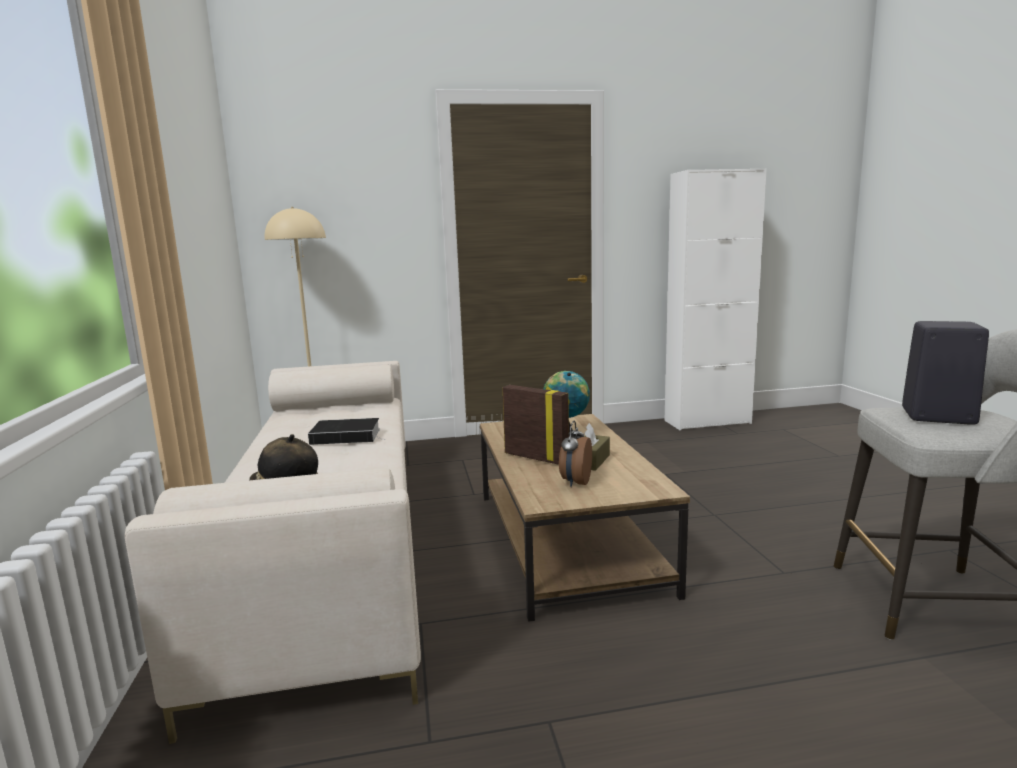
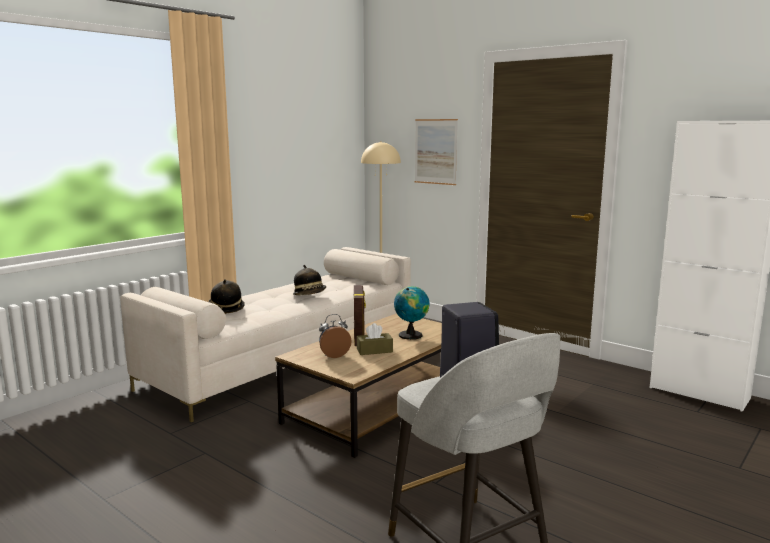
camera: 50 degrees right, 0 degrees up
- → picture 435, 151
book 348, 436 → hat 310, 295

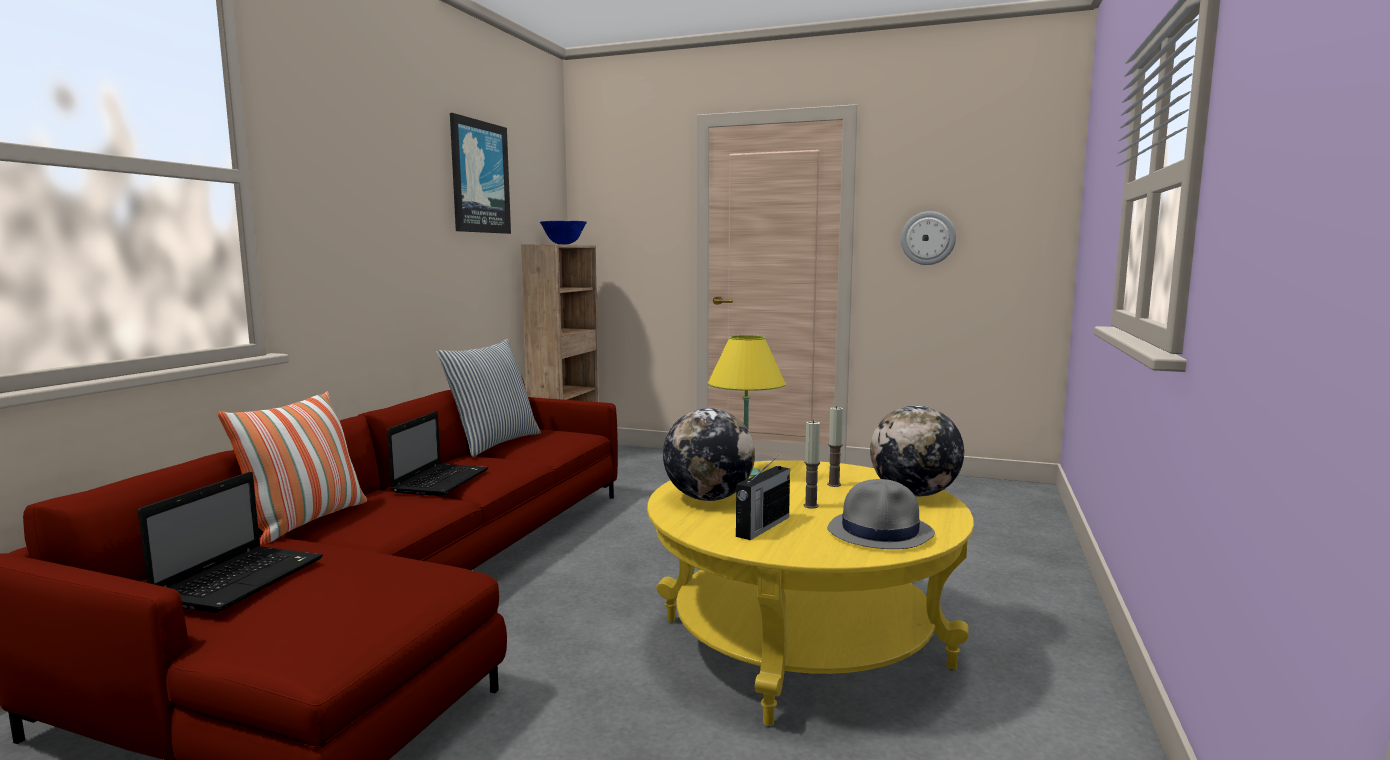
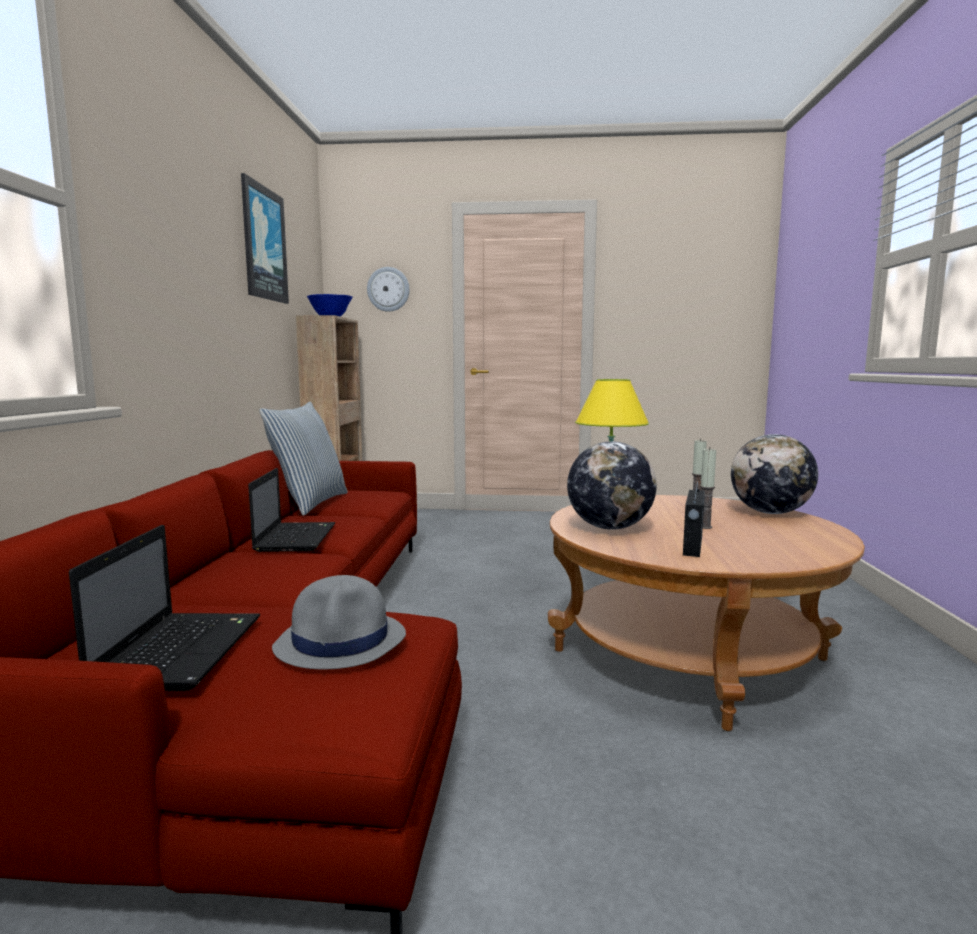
camera: 15 degrees left, 0 degrees up
pillow 306, 521 → -
hat (grey) 881, 532 → hat (grey) 342, 641, move
wall clock 928, 238 → wall clock 388, 289, move
coffee table (yellow) 801, 643 → coffee table (brown) 687, 655

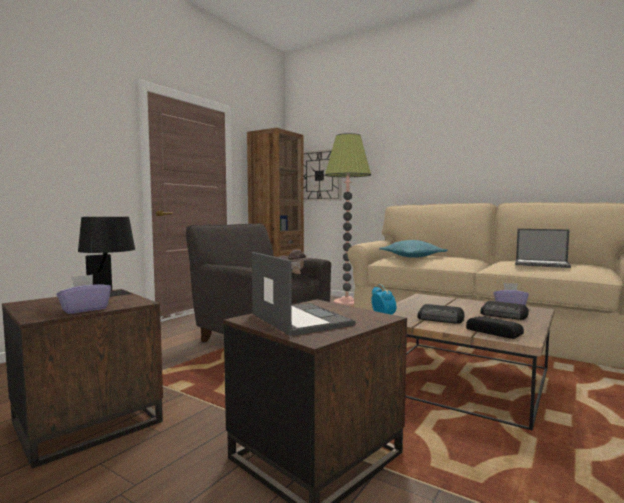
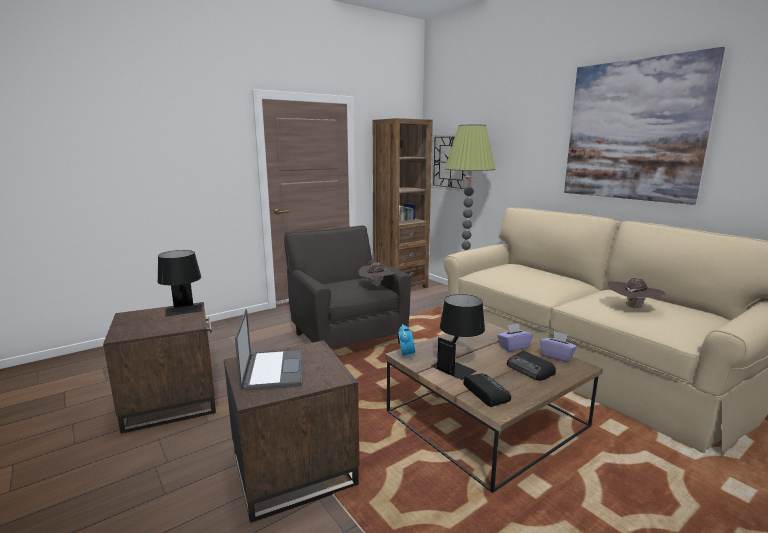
camera: 20 degrees right, 10 degrees up
pillow (turquoise) 412, 257 → -
- → picture 633, 131
tissue box (purple) 84, 309 → tissue box (purple) 513, 347, move
radio 441, 319 → table lamp (black) 458, 365
laptop 542, 264 → hat (brown) 632, 308

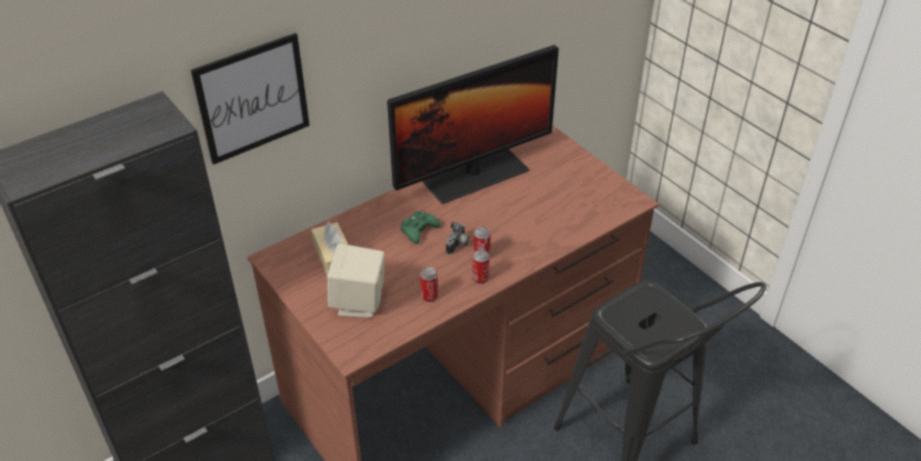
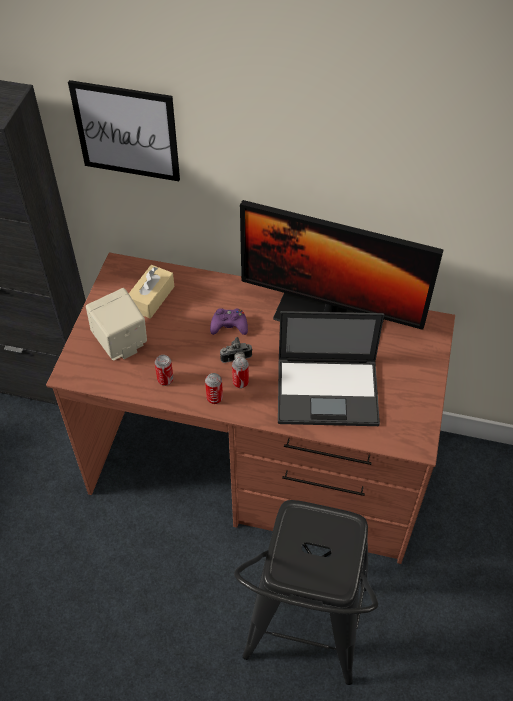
camera: 50 degrees right, 10 degrees up
- → laptop 329, 391
game controller (green) 419, 230 → game controller (purple) 229, 325

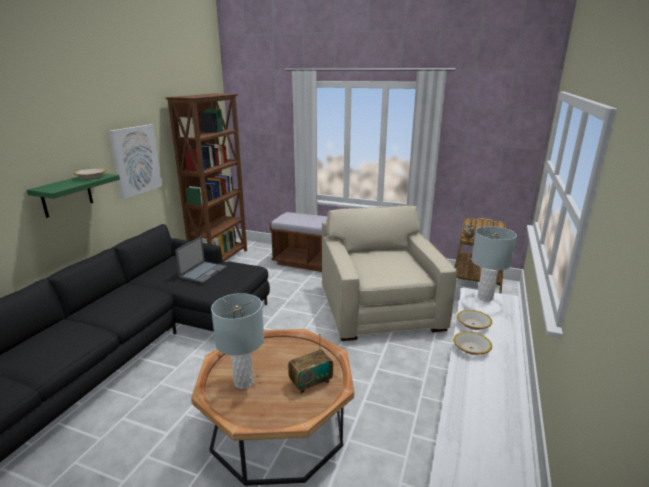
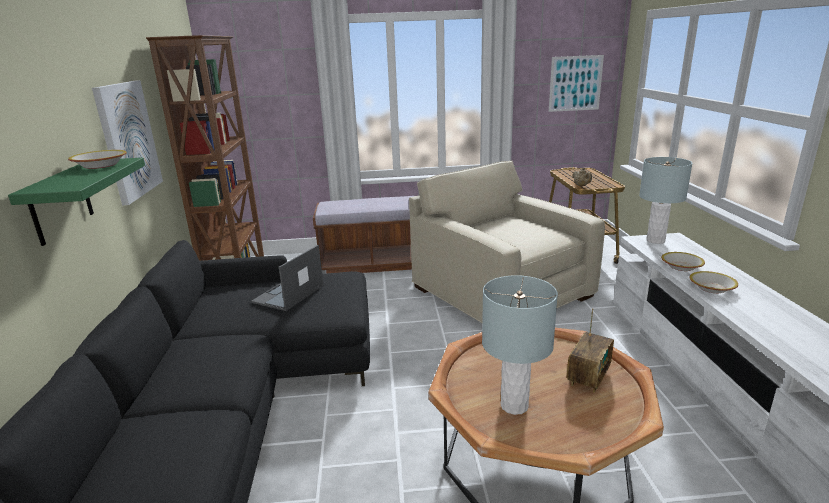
camera: 25 degrees left, 0 degrees up
- → picture 575, 83
laptop 203, 272 → laptop 288, 294, 150 degrees counterclockwise

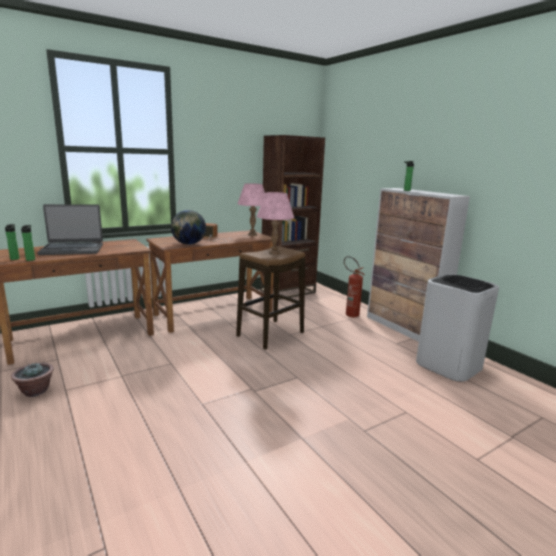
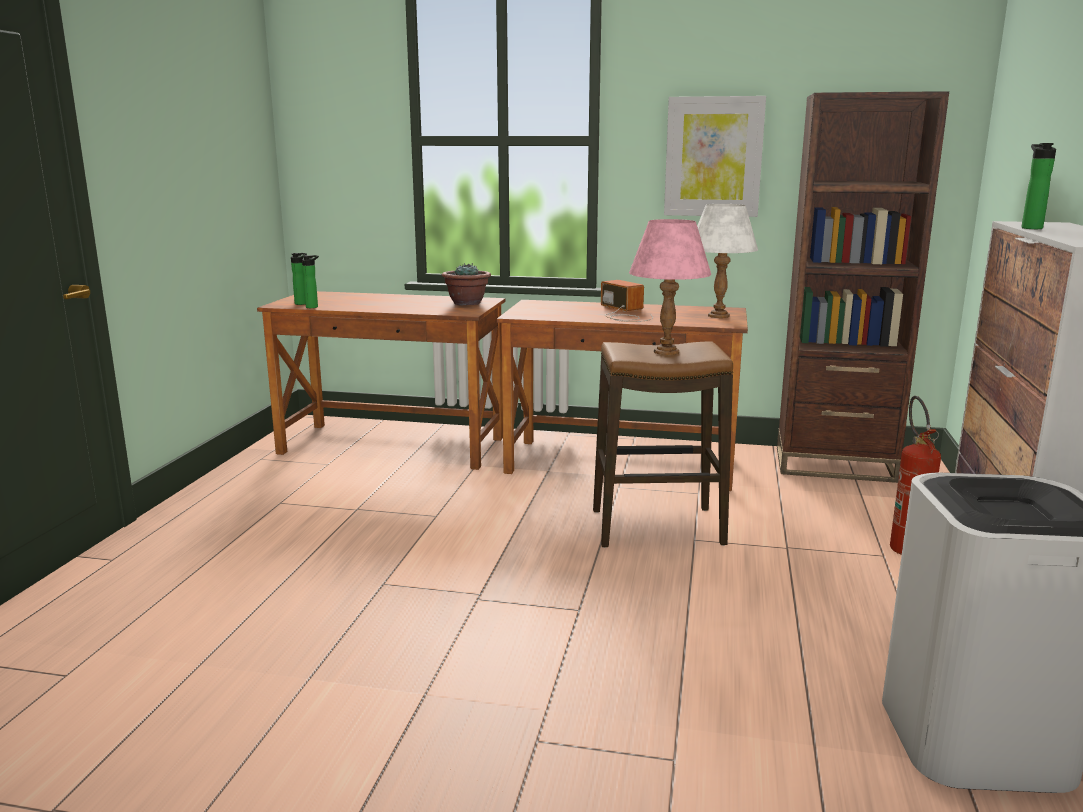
camera: 45 degrees right, 0 degrees up
laptop 72, 249 → -
globe 189, 244 → -
- → picture 713, 157
potted plant 35, 391 → potted plant 466, 303, move
table lamp (pink) 252, 234 → table lamp (white) 719, 315

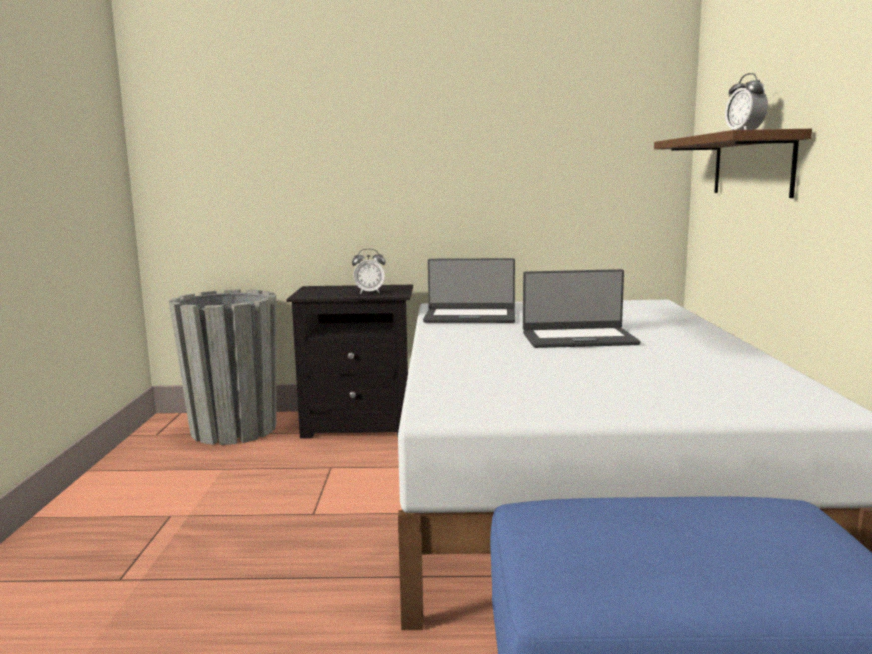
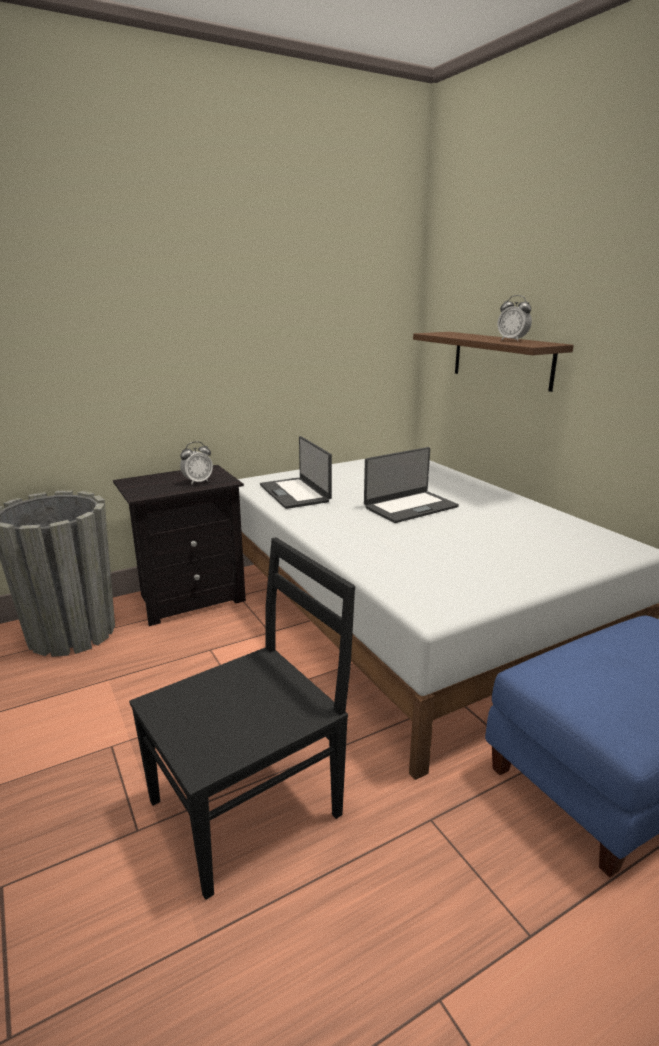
camera: 30 degrees left, 10 degrees up
- → chair (black) 250, 806
laptop 470, 317 → laptop 295, 493, 90 degrees clockwise

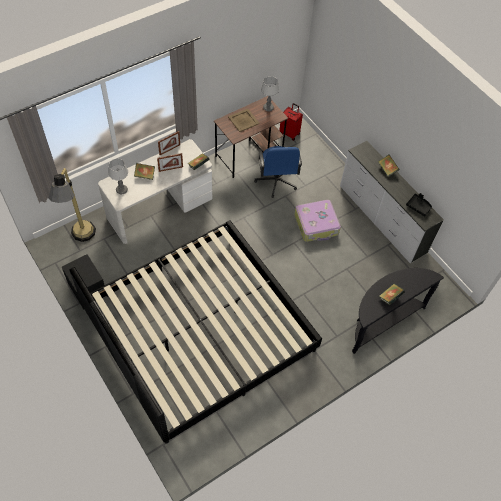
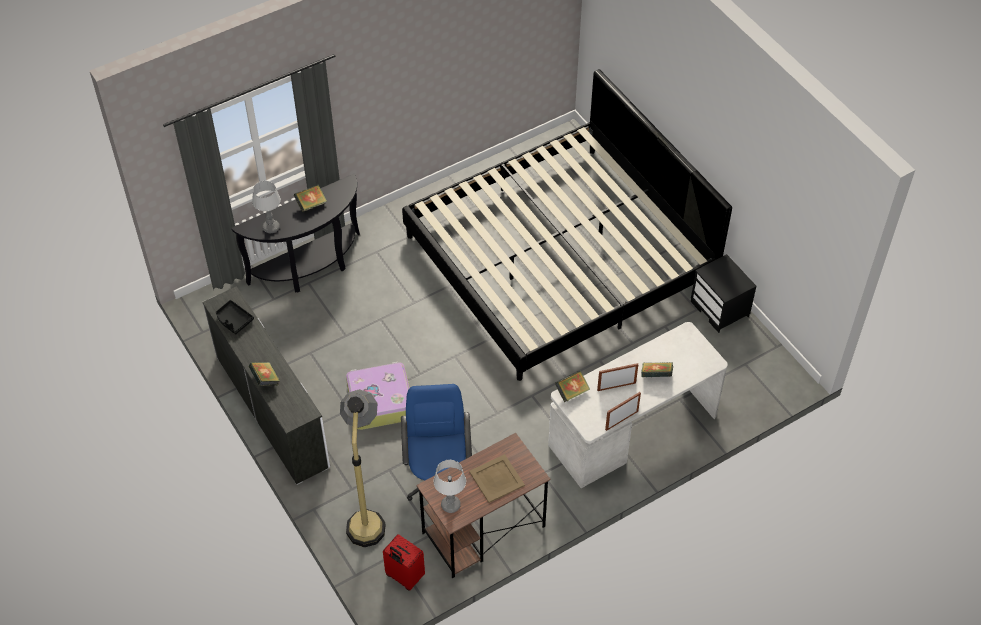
camera: 175 degrees left, 5 degrees down
floor lamp 82, 241 → floor lamp 367, 513, move
table lamp 121, 190 → table lamp 271, 228, move

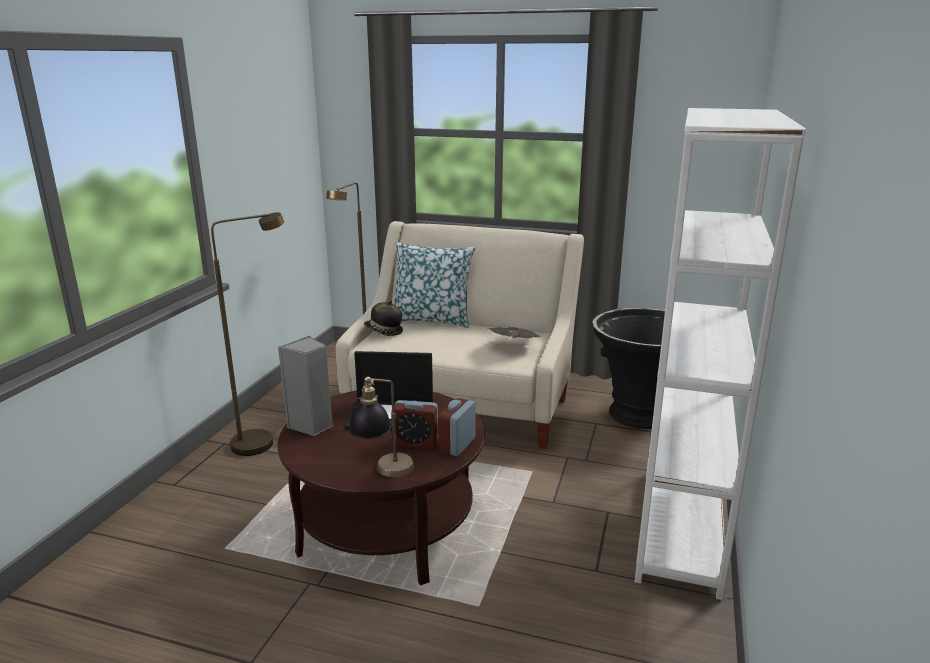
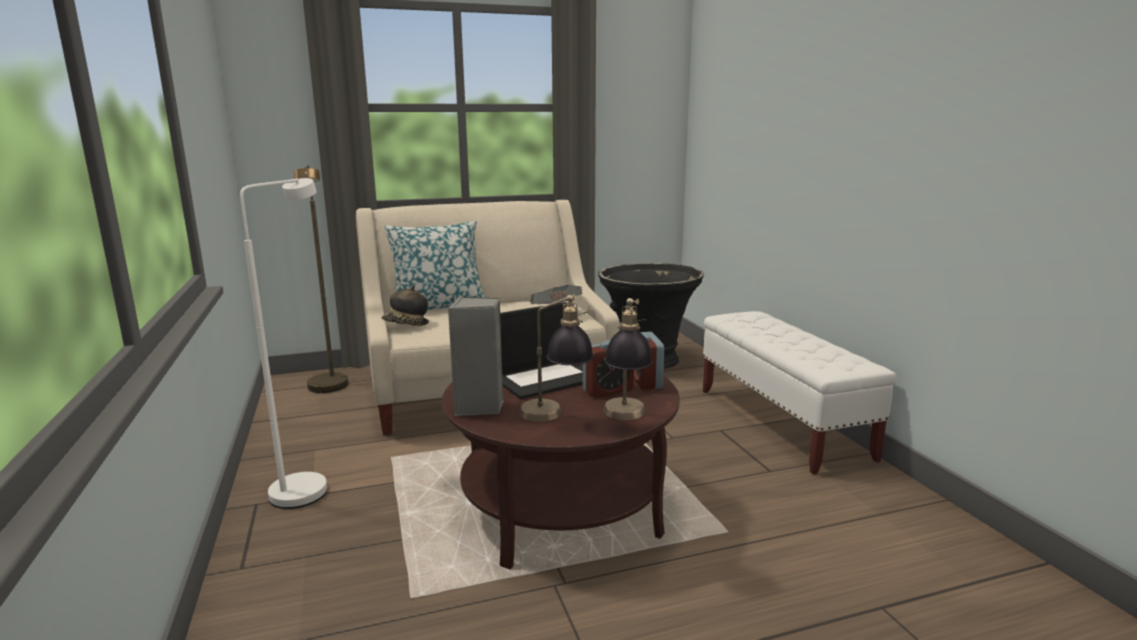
camera: 35 degrees left, 5 degrees down
- → table lamp 555, 417
bookcase (white) 680, 529 → bench (white) 781, 423
floor lamp (brown) 263, 440 → floor lamp (white) 307, 485

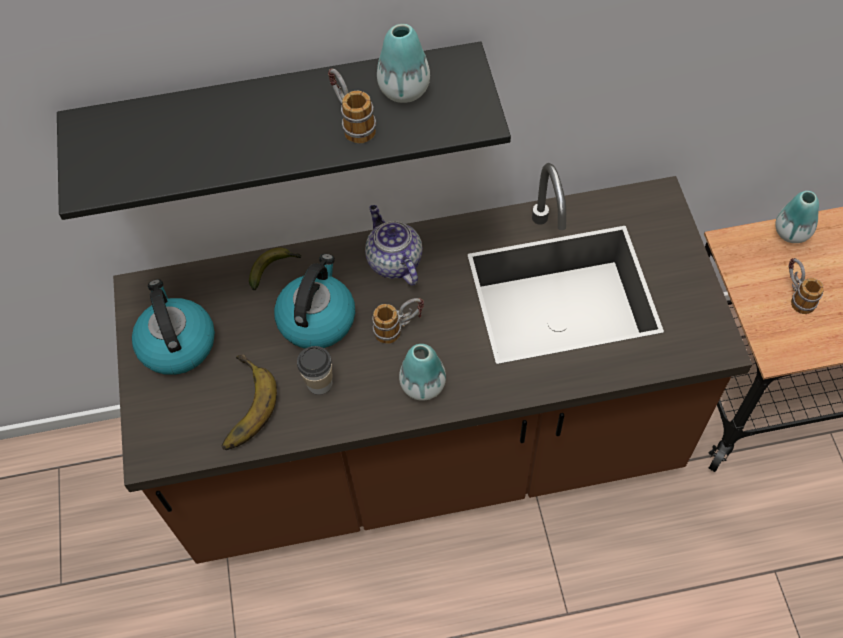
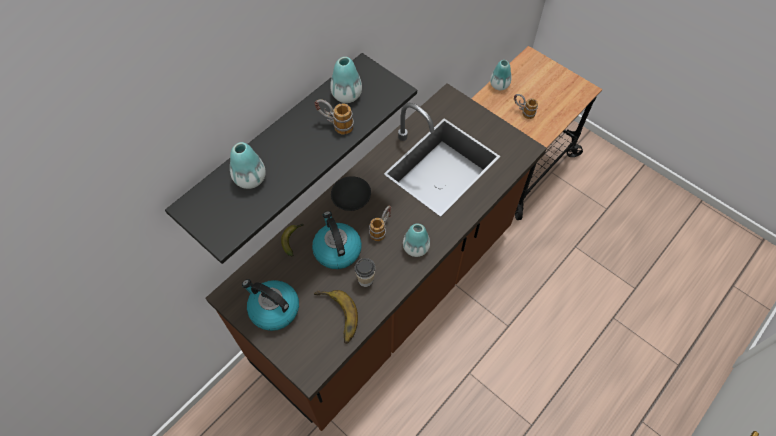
camera: 40 degrees left, 0 degrees up
- → vase 250, 179
teapot 393, 261 → bowl (black) 350, 198

